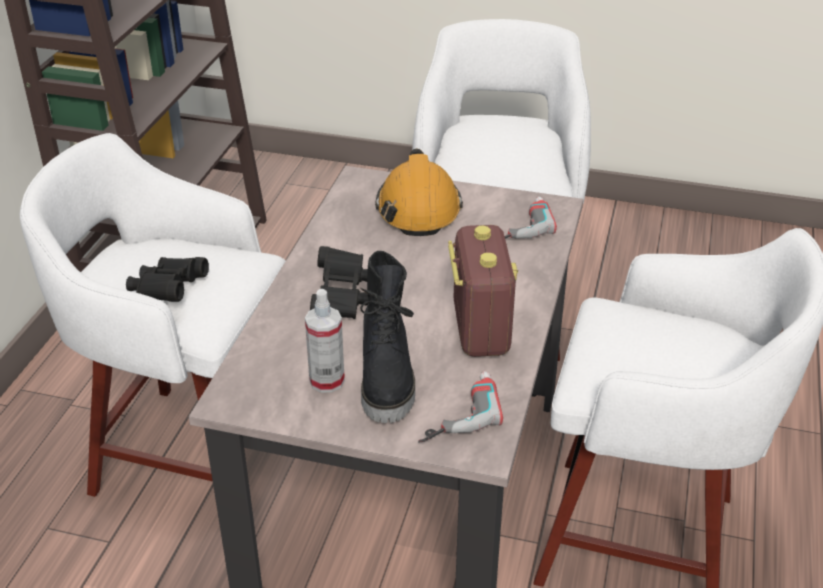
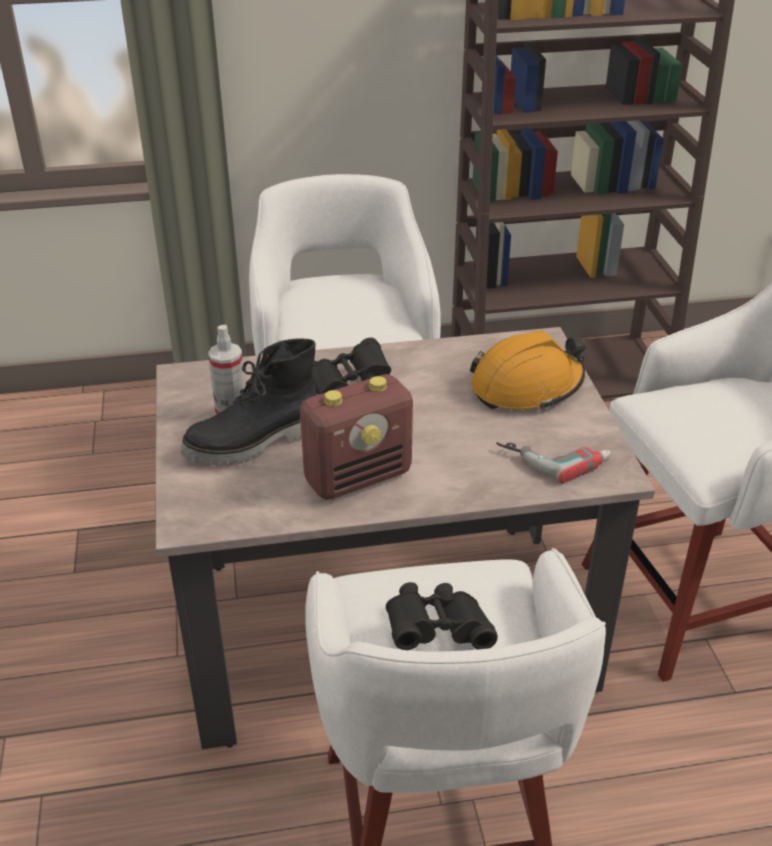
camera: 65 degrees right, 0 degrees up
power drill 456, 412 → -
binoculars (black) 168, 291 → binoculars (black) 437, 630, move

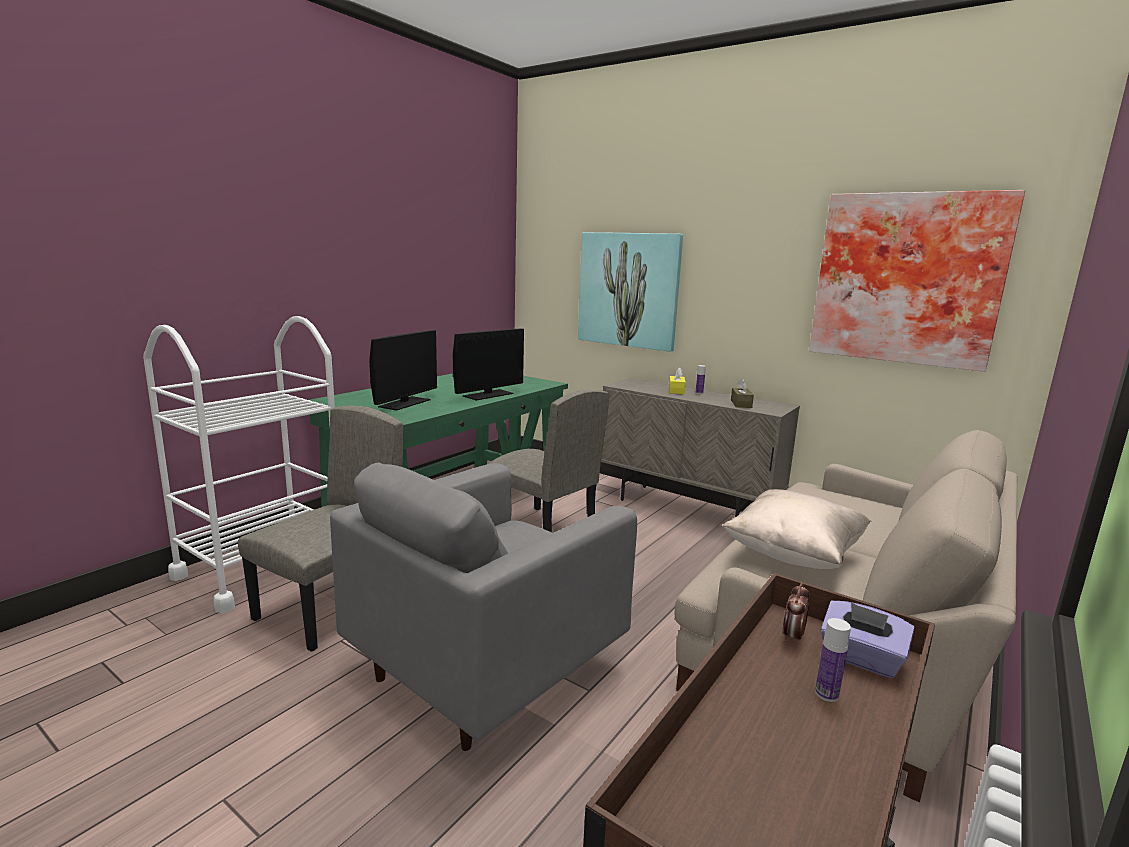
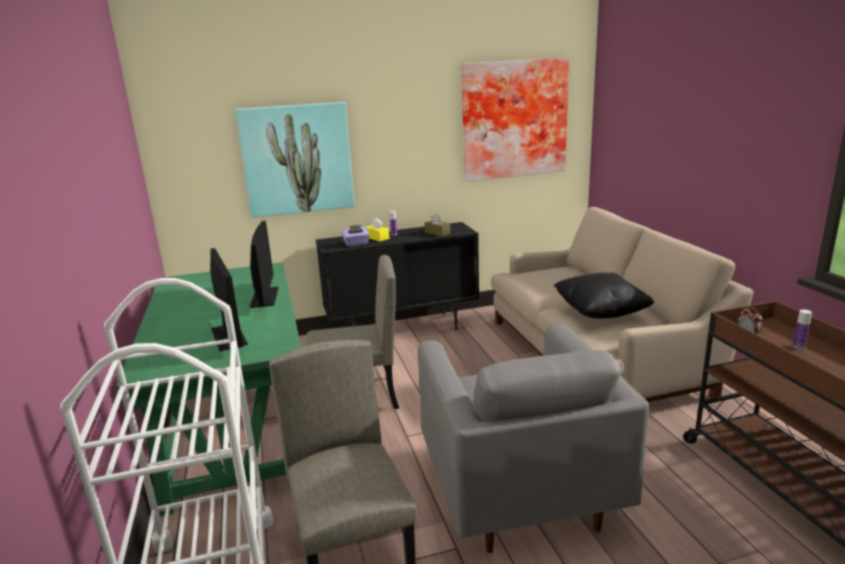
camera: 50 degrees left, 5 degrees up
tissue box (purple) 861, 659 → tissue box (purple) 356, 244, move
cabinet (beige) 686, 508 → cabinet (black) 402, 329
pillow (beige) 793, 554 → pillow (black) 600, 312

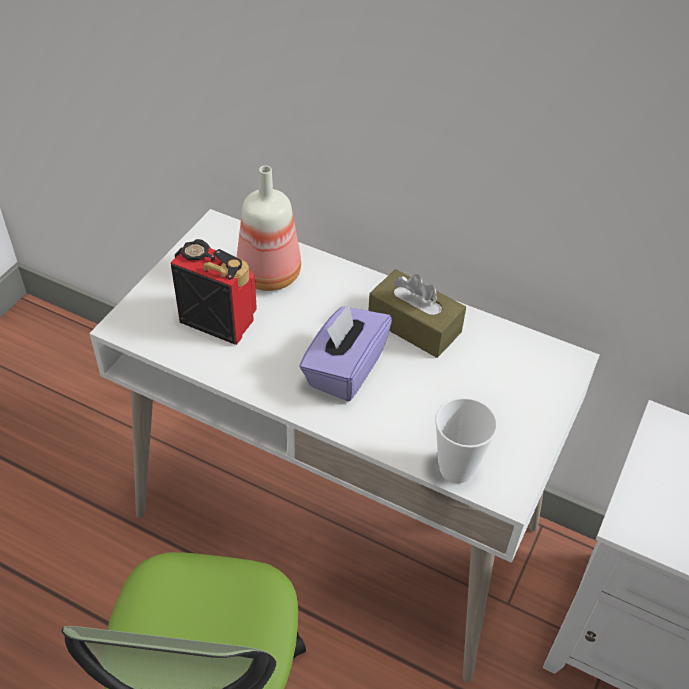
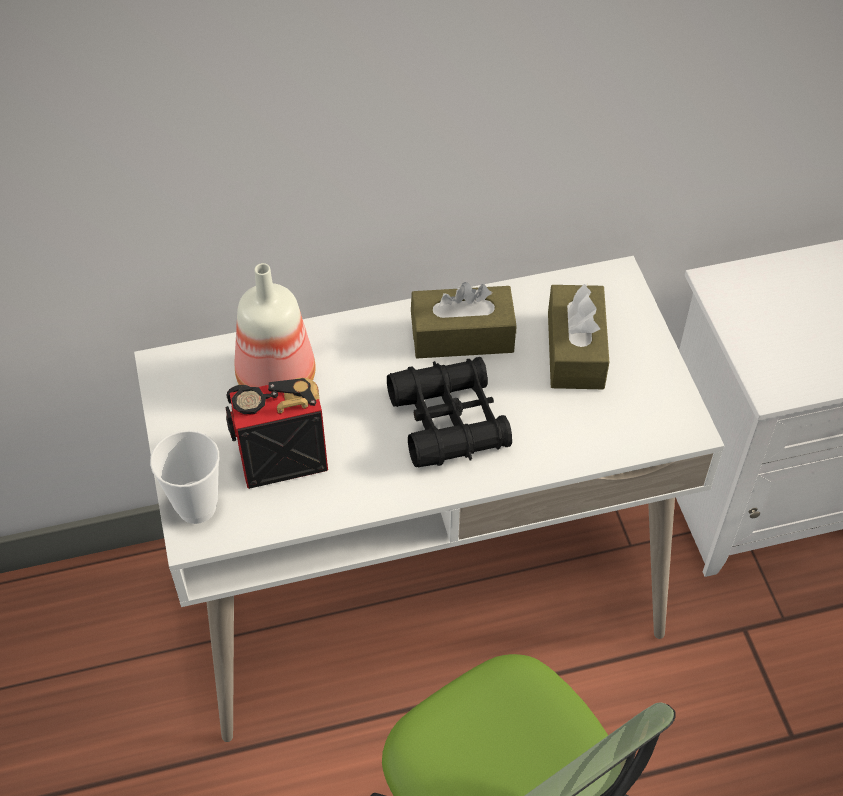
camera: 40 degrees left, 5 degrees up
- → tissue box (brown) 575, 350
cup 456, 469 → cup 197, 507, move
tissue box (purple) 344, 369 → binoculars (black) 449, 421

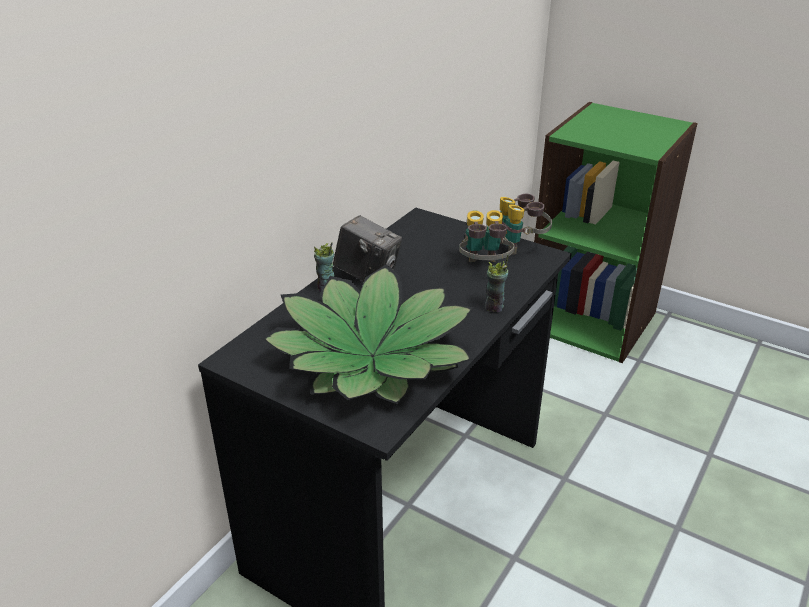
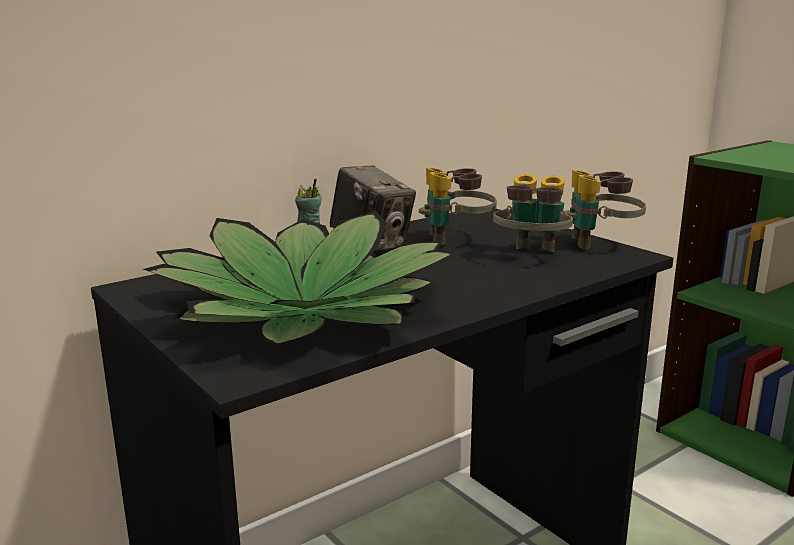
camera: 20 degrees right, 15 degrees down
cup 494, 307 → -
- → binoculars 456, 239

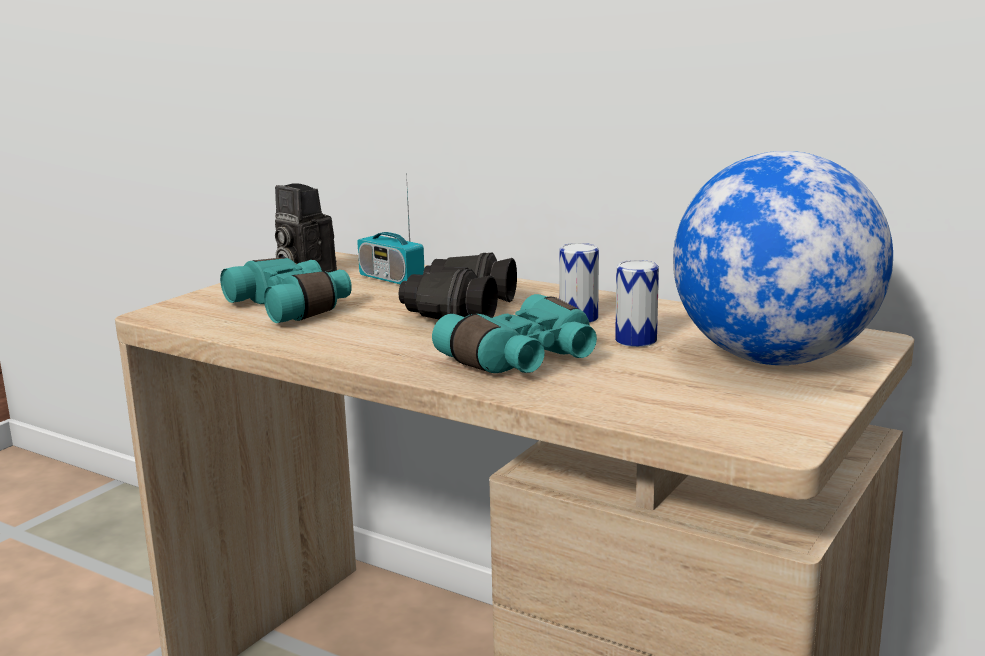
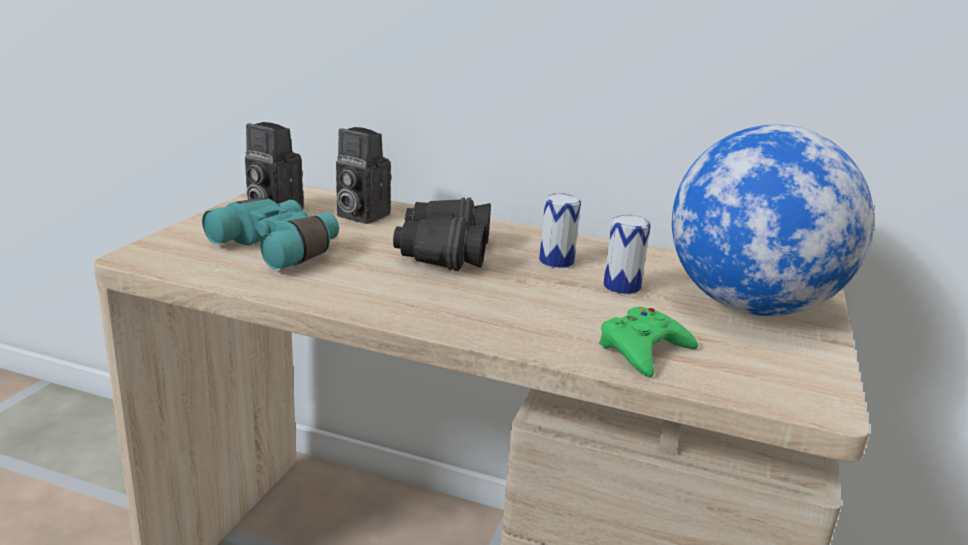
camera: 15 degrees left, 5 degrees up
binoculars (turquoise) 525, 360 → -
- → game controller (green) 644, 350
radio 391, 279 → photo camera 359, 215

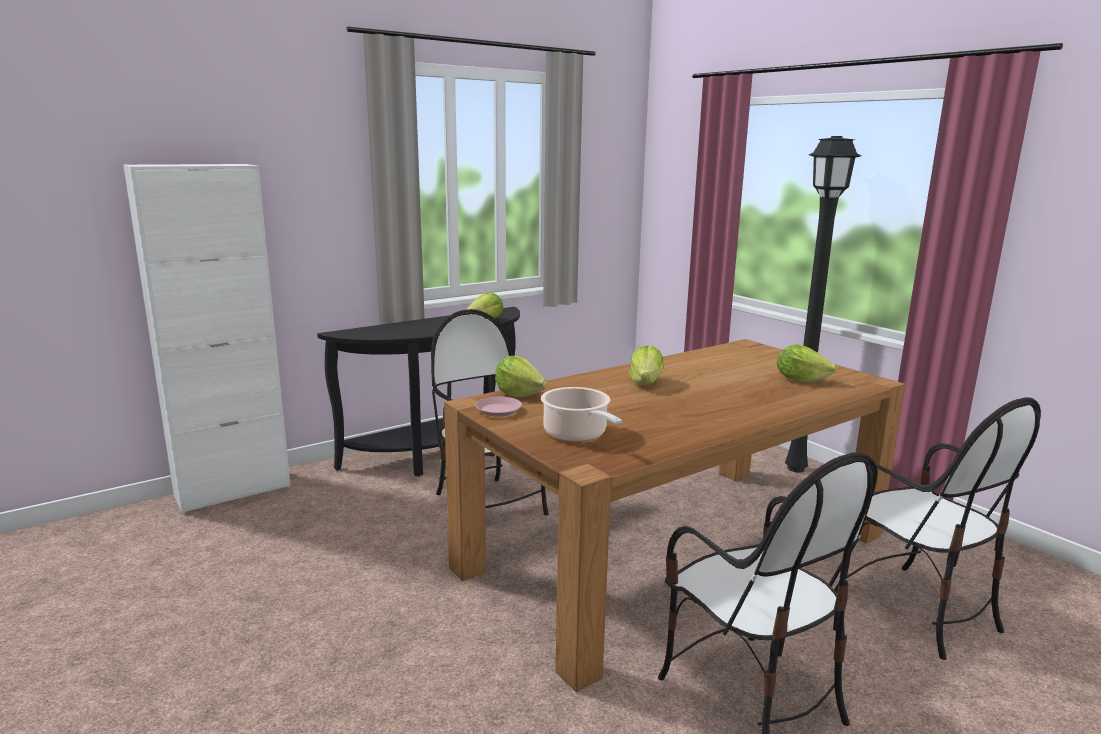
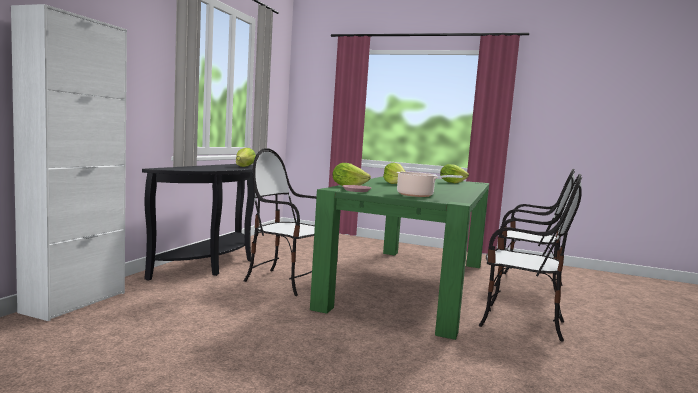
camera: 35 degrees left, 10 degrees down
floor lamp (black) 796, 468 → -
dining table (brown) 674, 551 → dining table (green) 411, 283

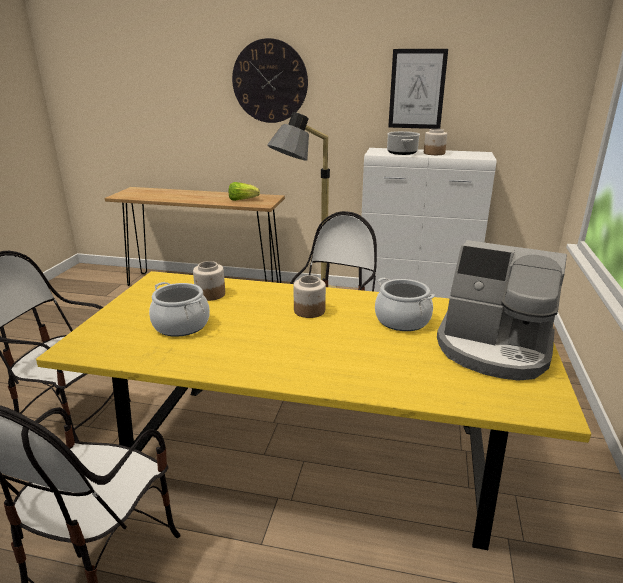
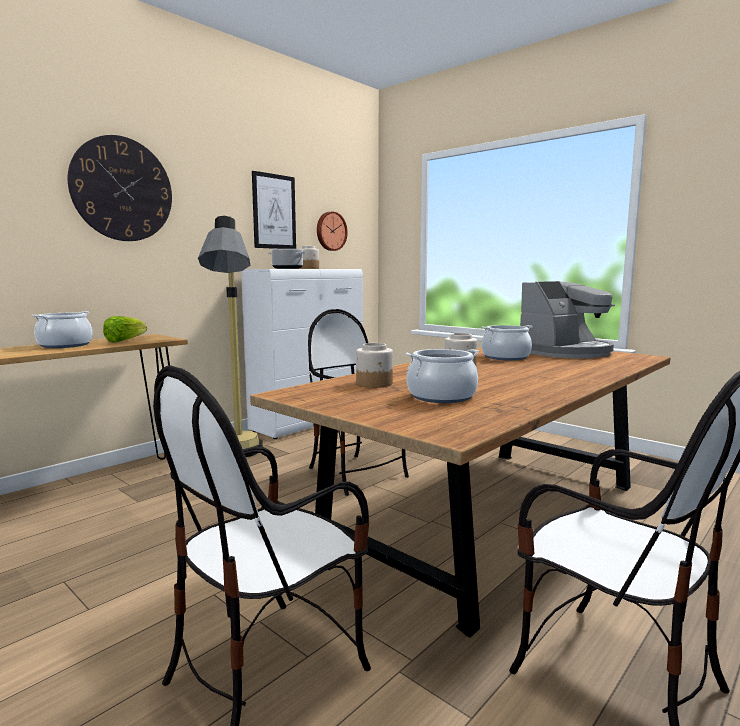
camera: 60 degrees left, 15 degrees down
- → cooking pot 65, 345
- → wall clock 330, 231
dining table (yellow) 311, 453 → dining table (brown) 491, 516

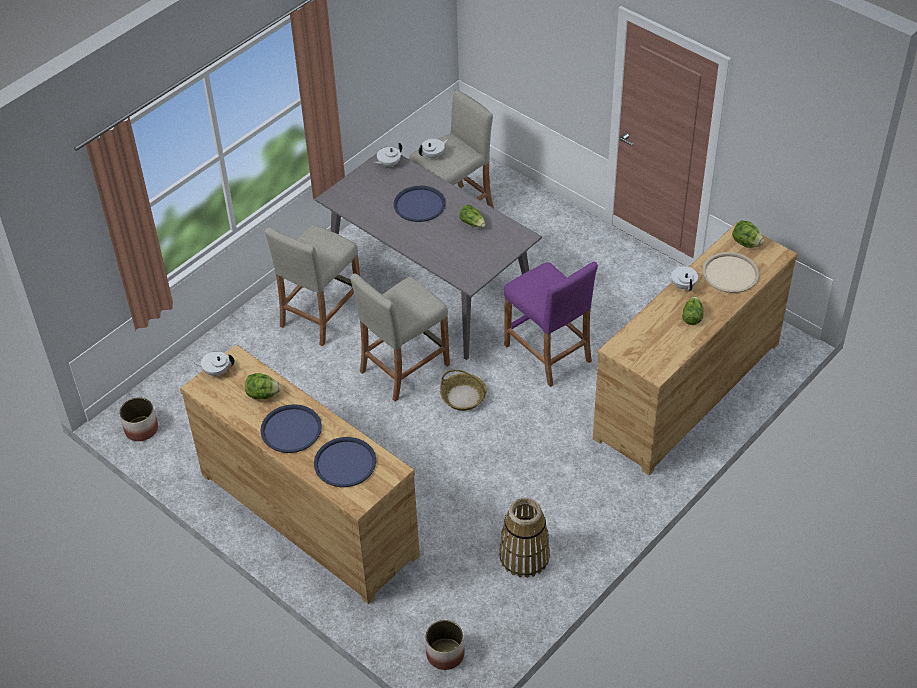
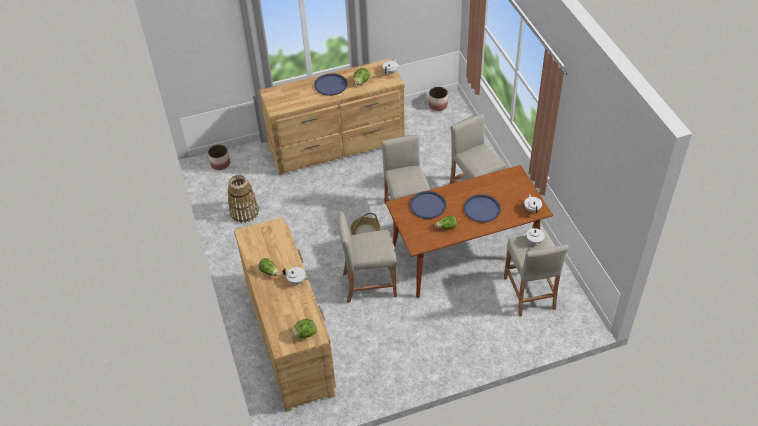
camera: 120 degrees right, 0 degrees up
tray (beige) 730, 273 → -
tray (blue) 345, 463 → tray (blue) 428, 205, move
dining table (grey) 429, 286 → dining table (brown) 465, 252
stool (purple) 547, 353 → stool (beige) 369, 284

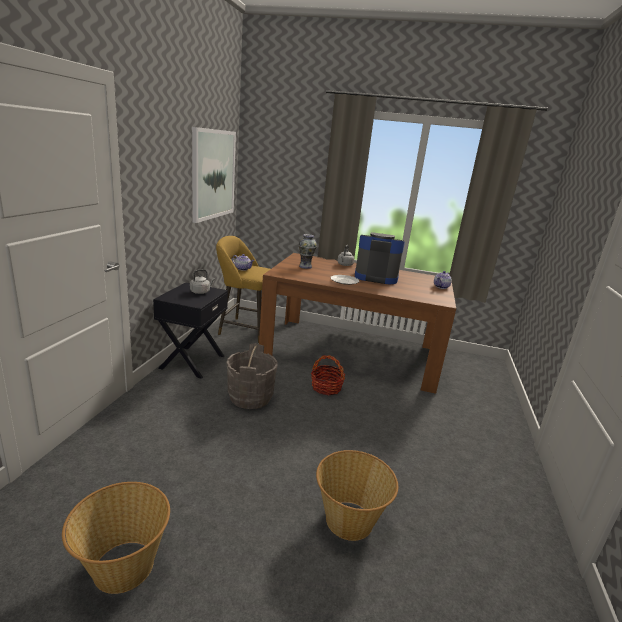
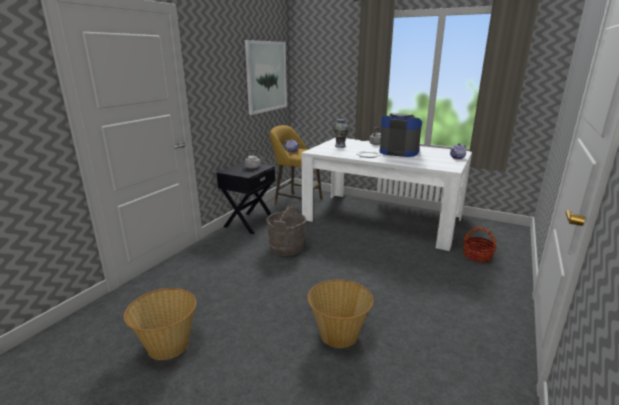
camera: 15 degrees right, 0 degrees up
basket 326, 387 → basket 477, 256, move
dining table (brown) 352, 352 → dining table (white) 382, 218

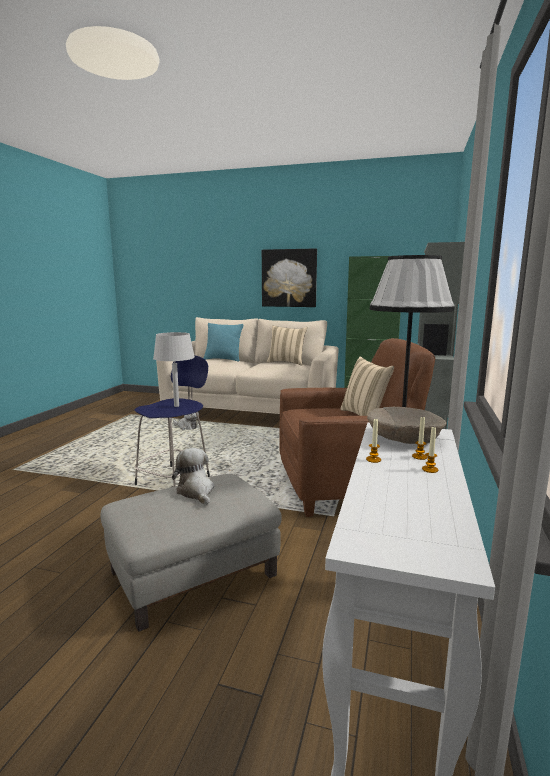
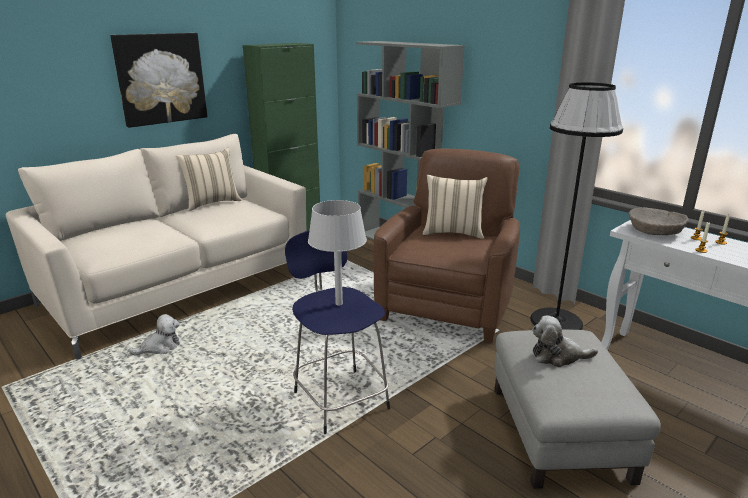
camera: 60 degrees left, 10 degrees up
pillow (turquoise) 223, 359 → -

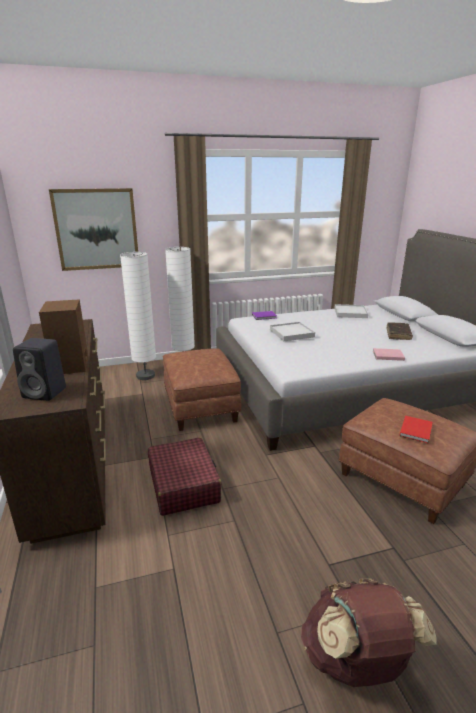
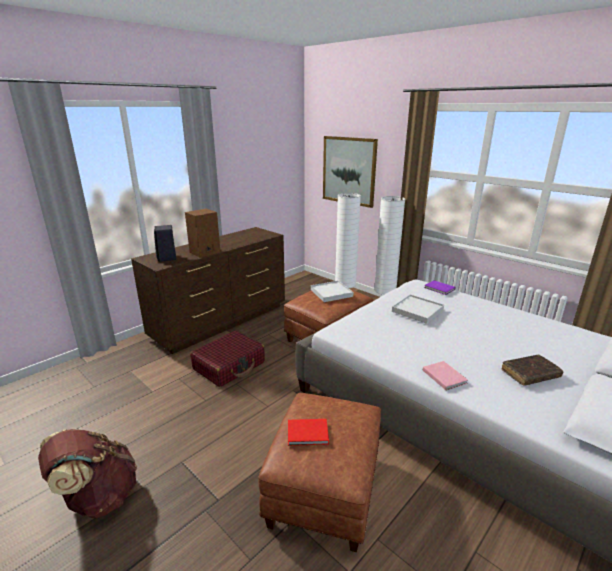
camera: 60 degrees right, 0 degrees up
tray (white) 350, 313 → tray (white) 331, 293, move

